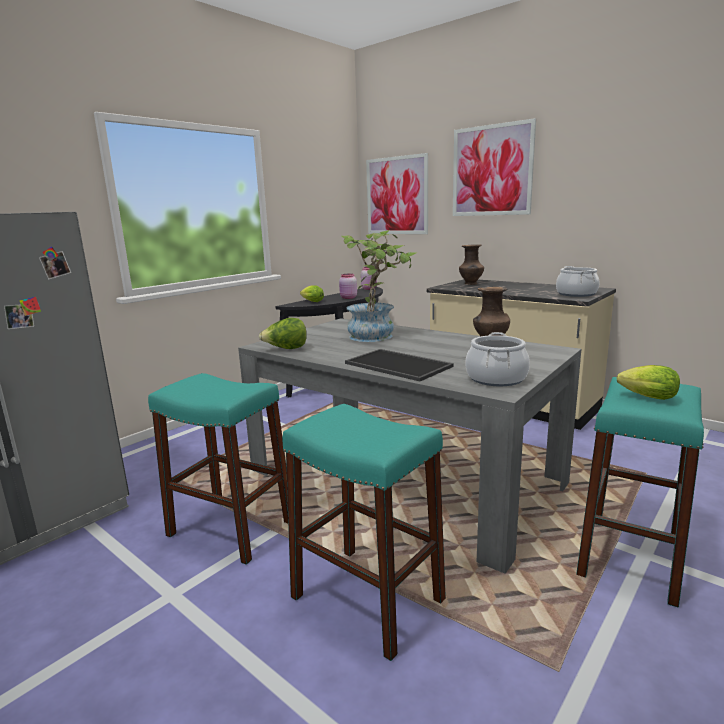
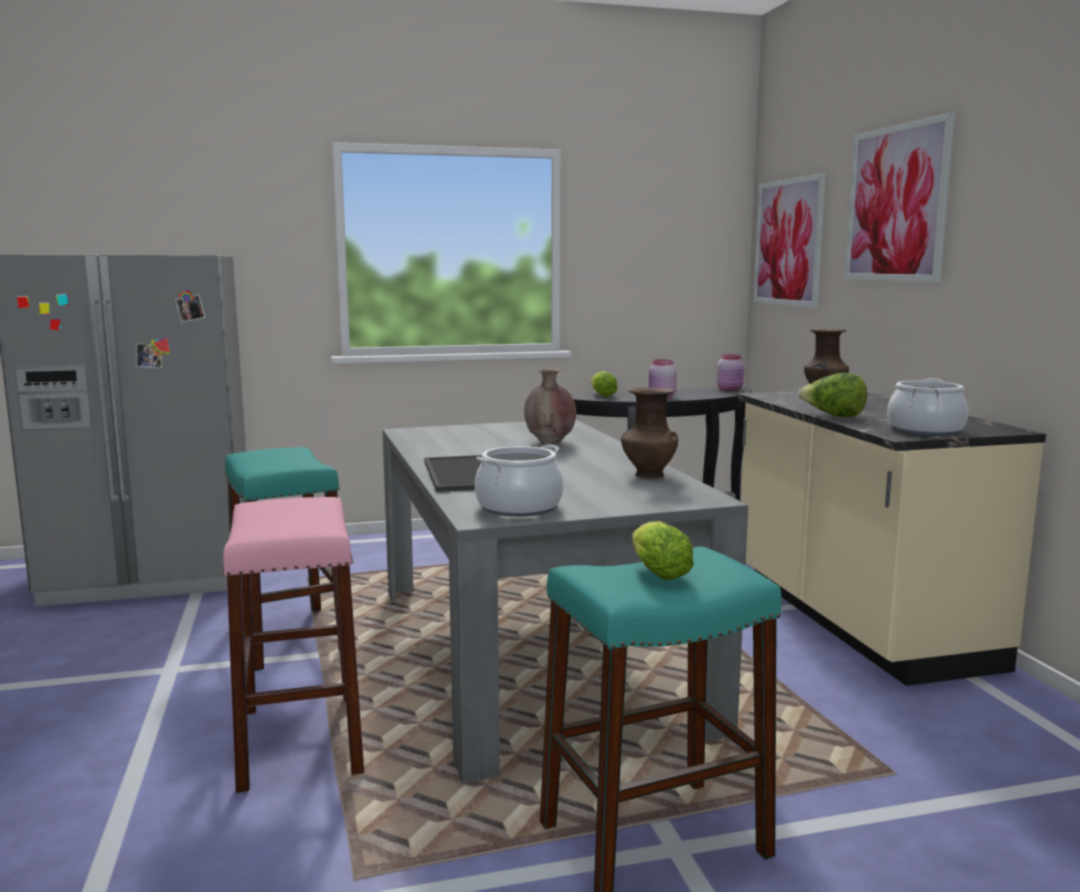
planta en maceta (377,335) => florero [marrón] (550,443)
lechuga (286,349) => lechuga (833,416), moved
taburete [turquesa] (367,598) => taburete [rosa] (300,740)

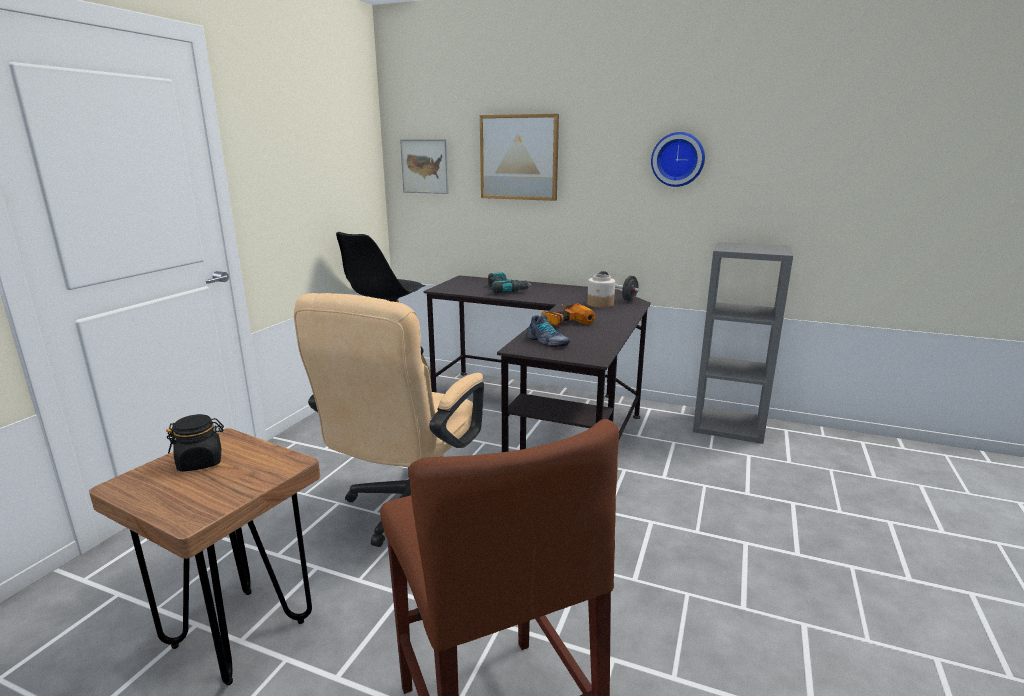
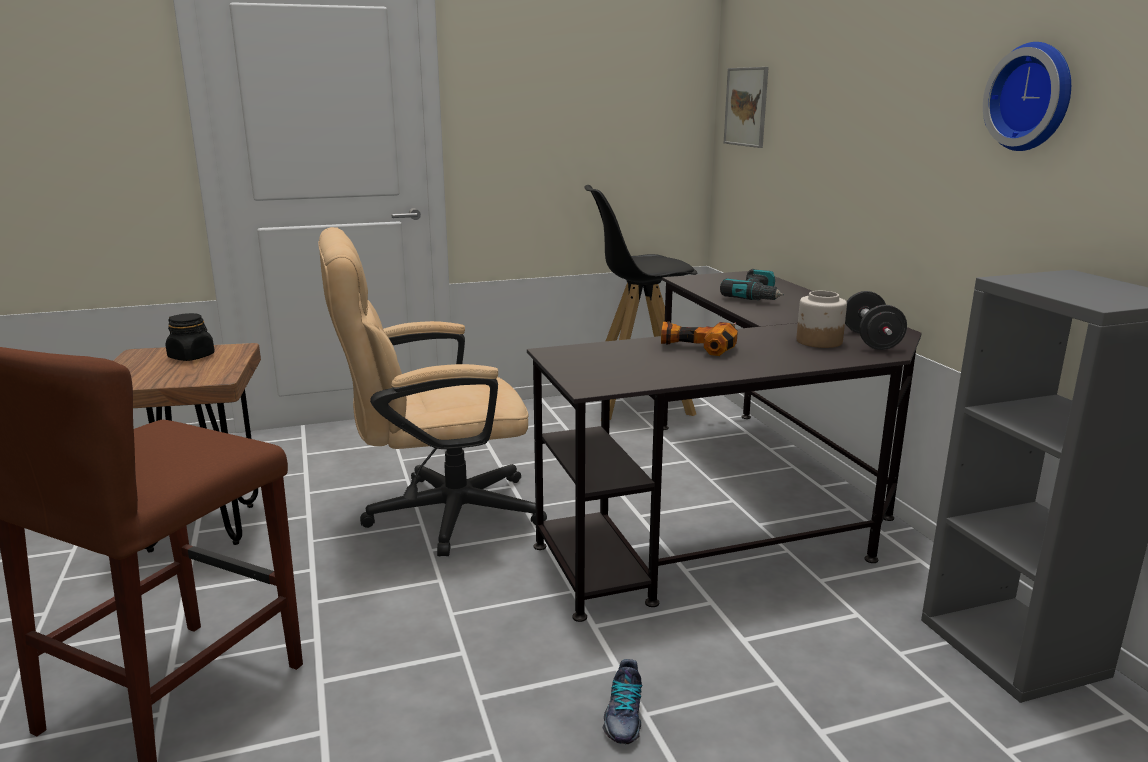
cuadro (519,157) => nothing
zapato (547,342) => zapato (623,716), moved

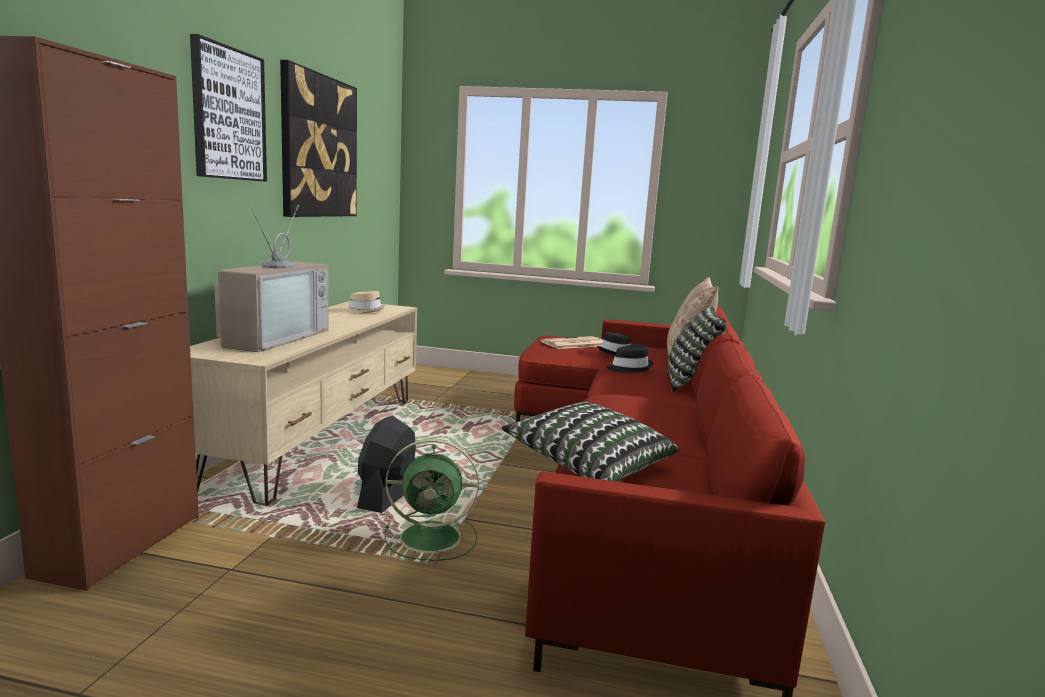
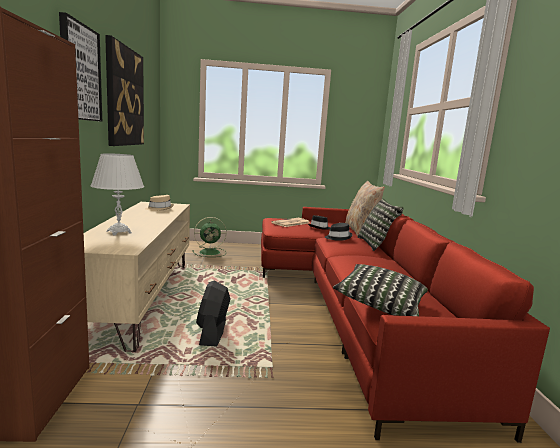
televisor (272,337) => lámpara de mesa [blanco] (119,232)
ventilador [verde] (433,537) => ventilador [verde] (210,252), moved

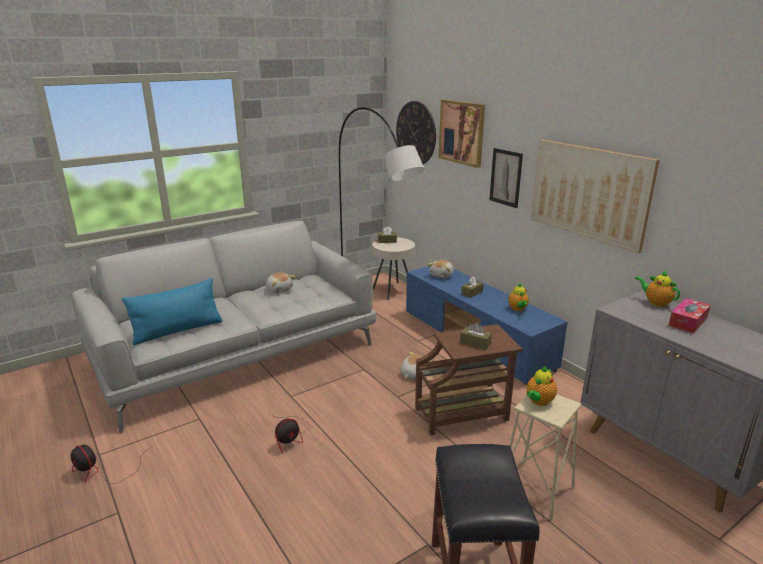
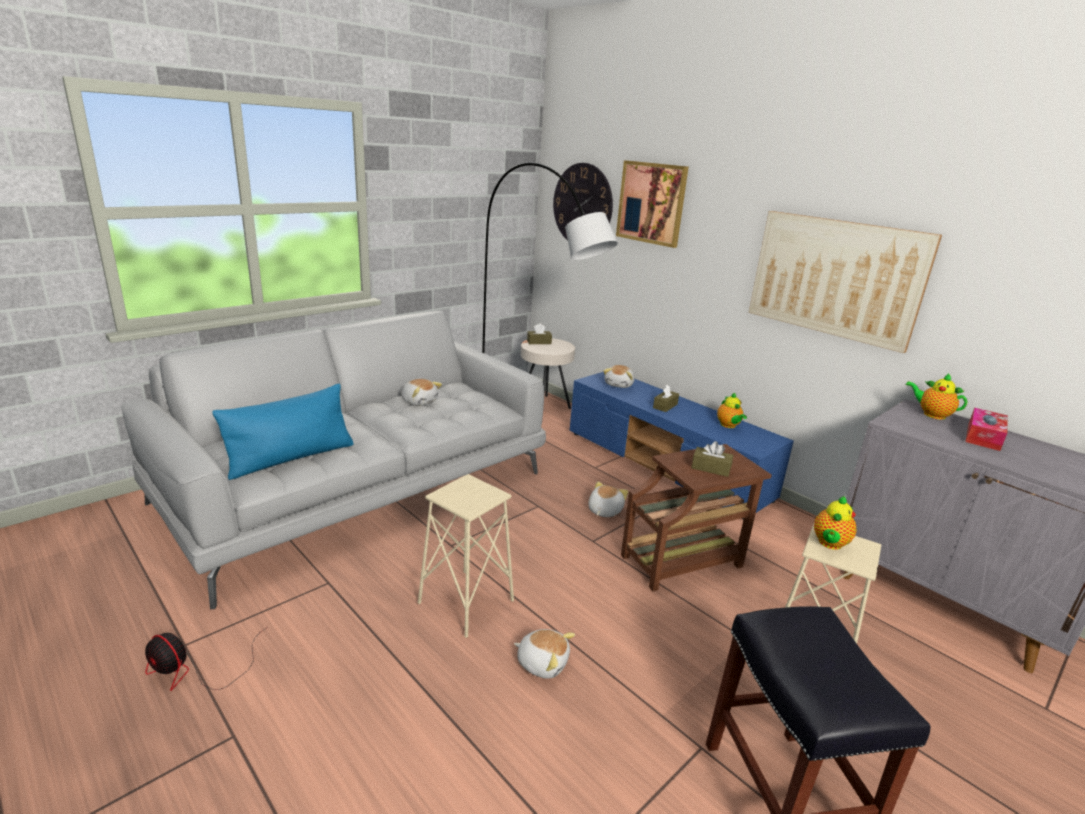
cuadro (506,177) => nothing
ventilador (290,436) => taburete [beis] (465,602)
nothing => peluche (542,662)

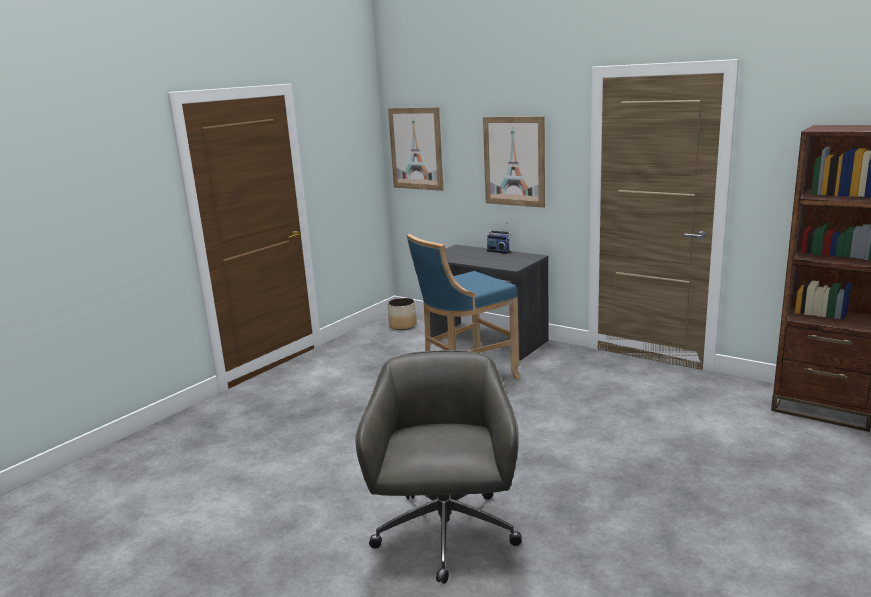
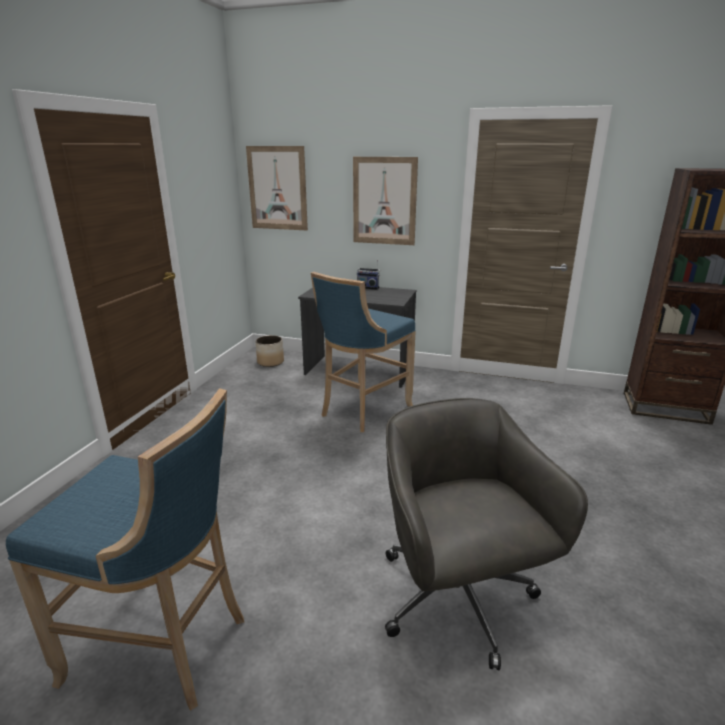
nothing => taburete [azul] (164,645)

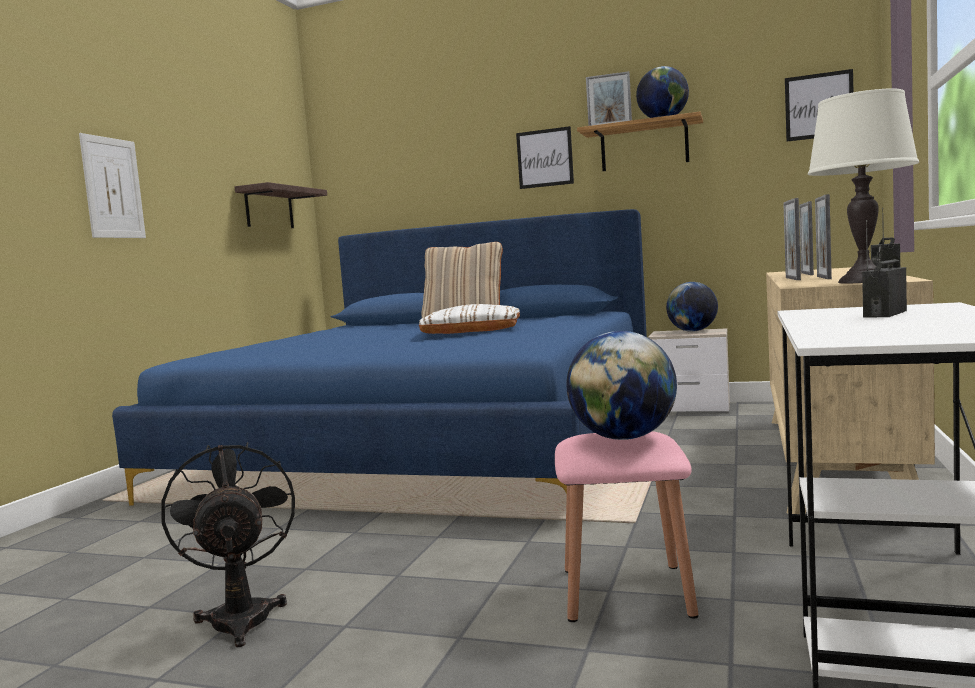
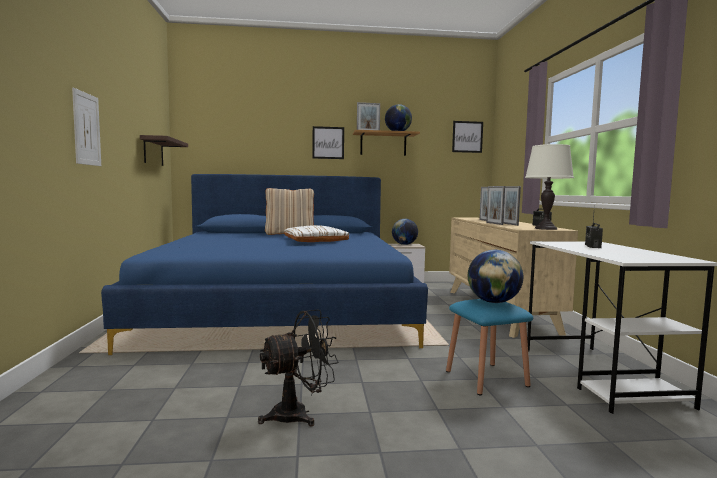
taburete [rosa] (626,591) => taburete [azul] (486,378)
ventilador [negro] (241,615) => ventilador [negro] (299,414), 105 degrees clockwise

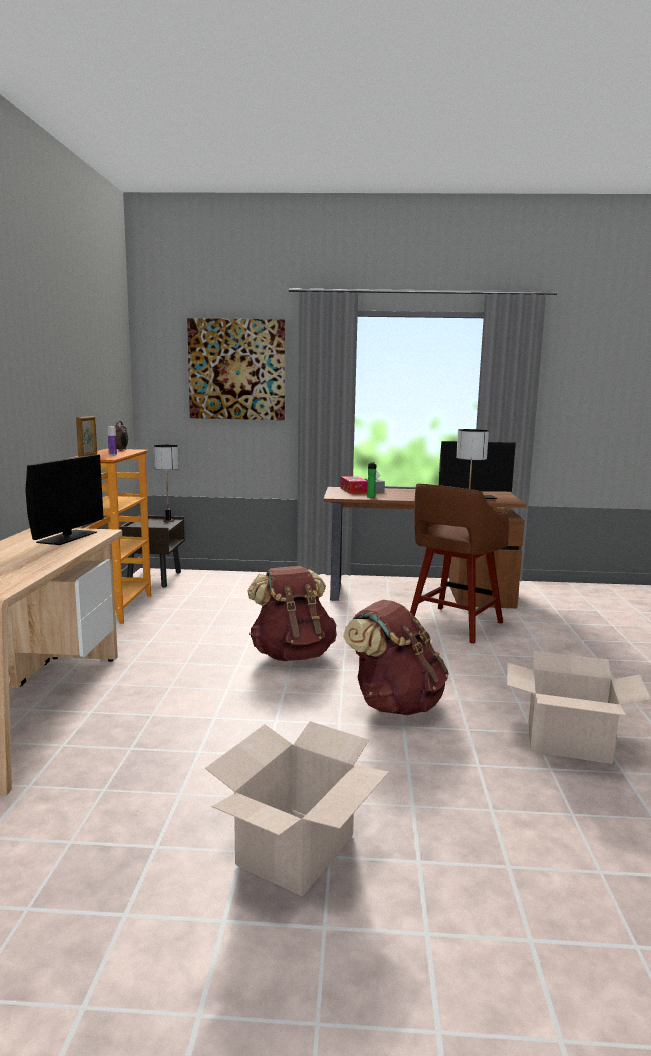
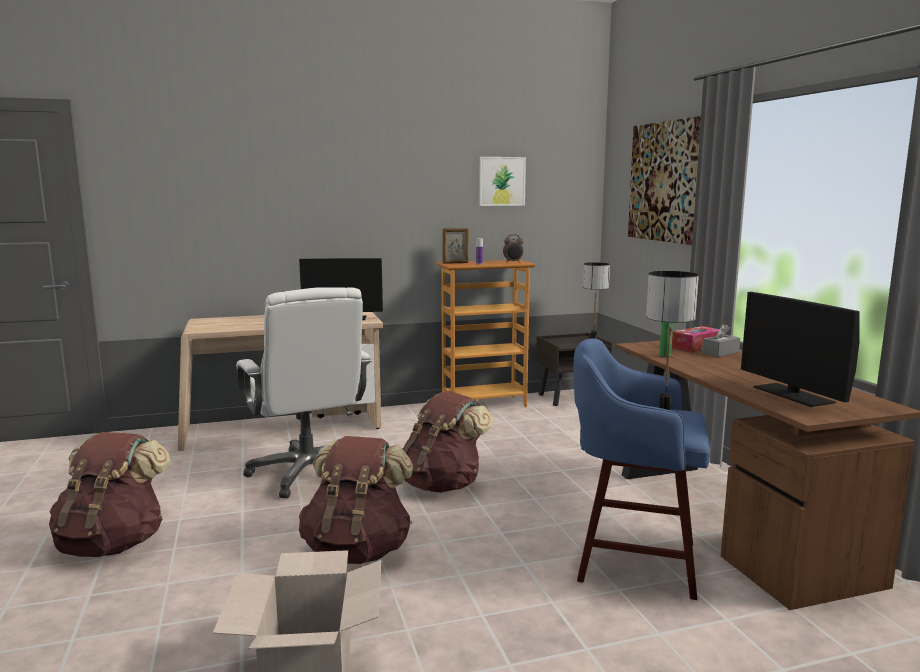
taburete [marrón] (453,625) => taburete [azul] (632,560)
caja de cartón (295,849) => mochila [marrón] (113,544)
nothing => cuadro (502,181)
nothing => silla de oficina [blanco] (308,473)

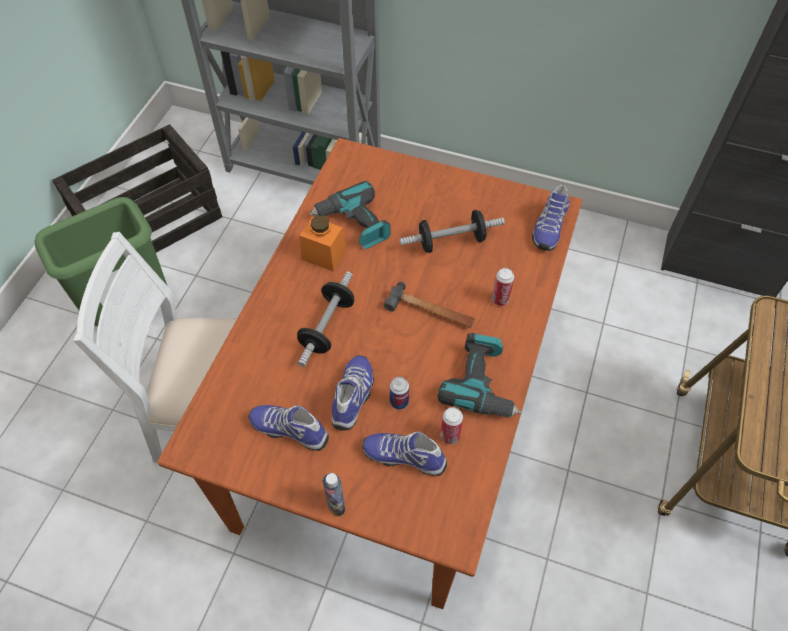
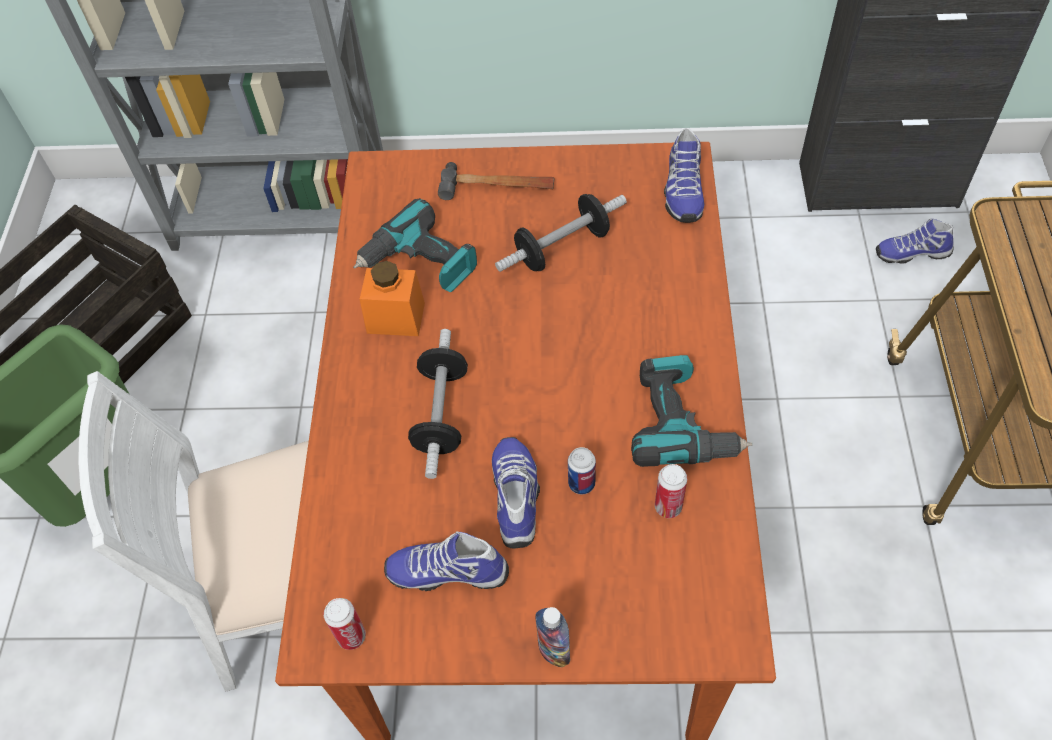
lata (500,299) => lata (351,636), moved
martillo (430,312) => martillo (497,187), moved
zapato (405,456) => zapato (912,252), moved

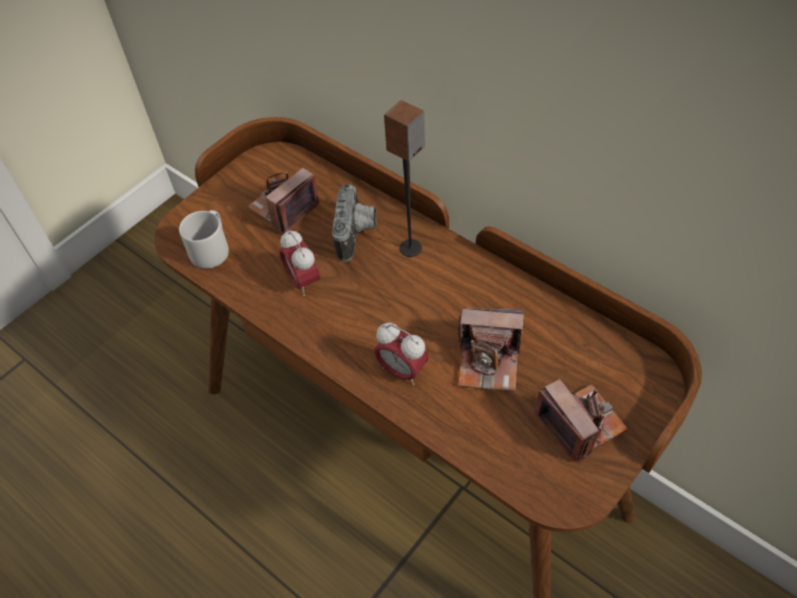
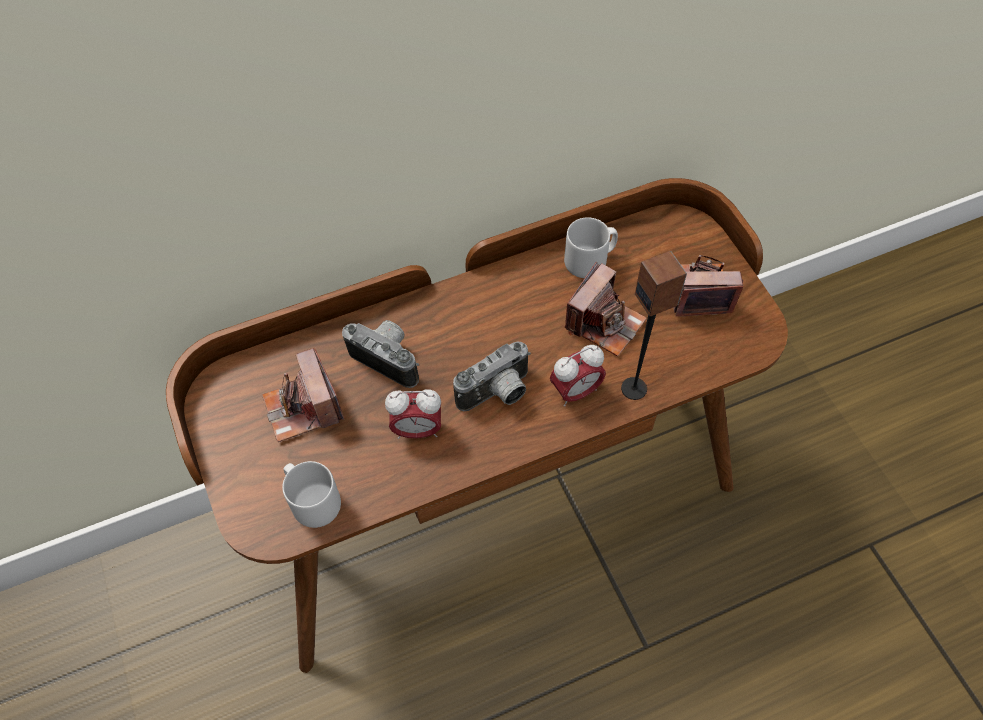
altavoz (411,248) => altavoz (634,388), moved
nothing => taza grande [gris] (590,260)
nothing => cámara (498,394)

